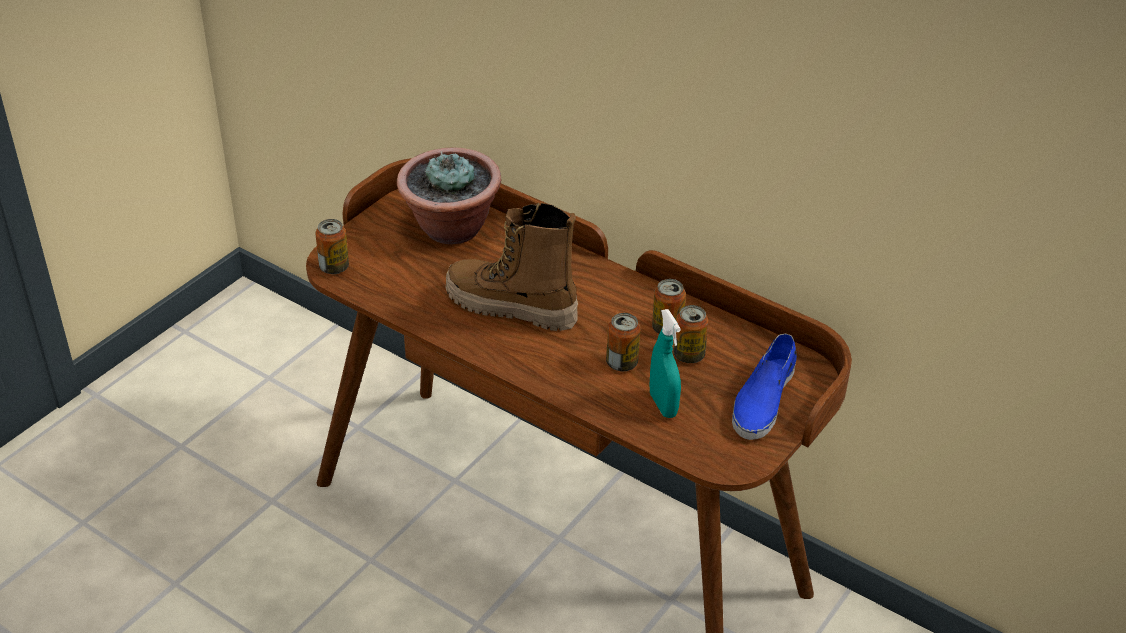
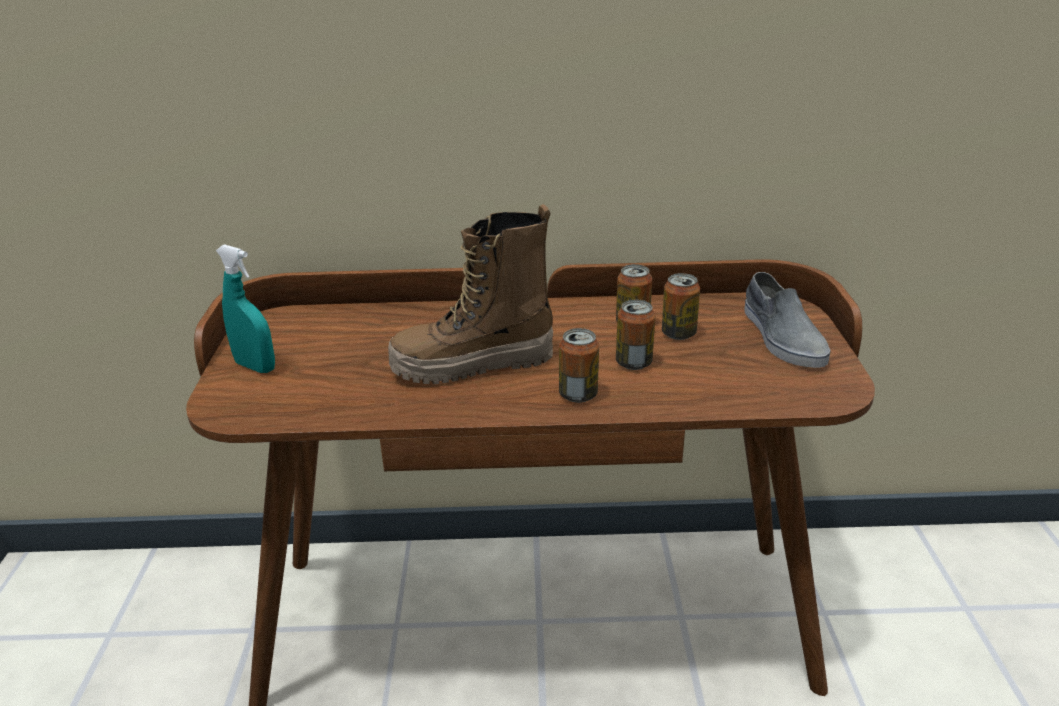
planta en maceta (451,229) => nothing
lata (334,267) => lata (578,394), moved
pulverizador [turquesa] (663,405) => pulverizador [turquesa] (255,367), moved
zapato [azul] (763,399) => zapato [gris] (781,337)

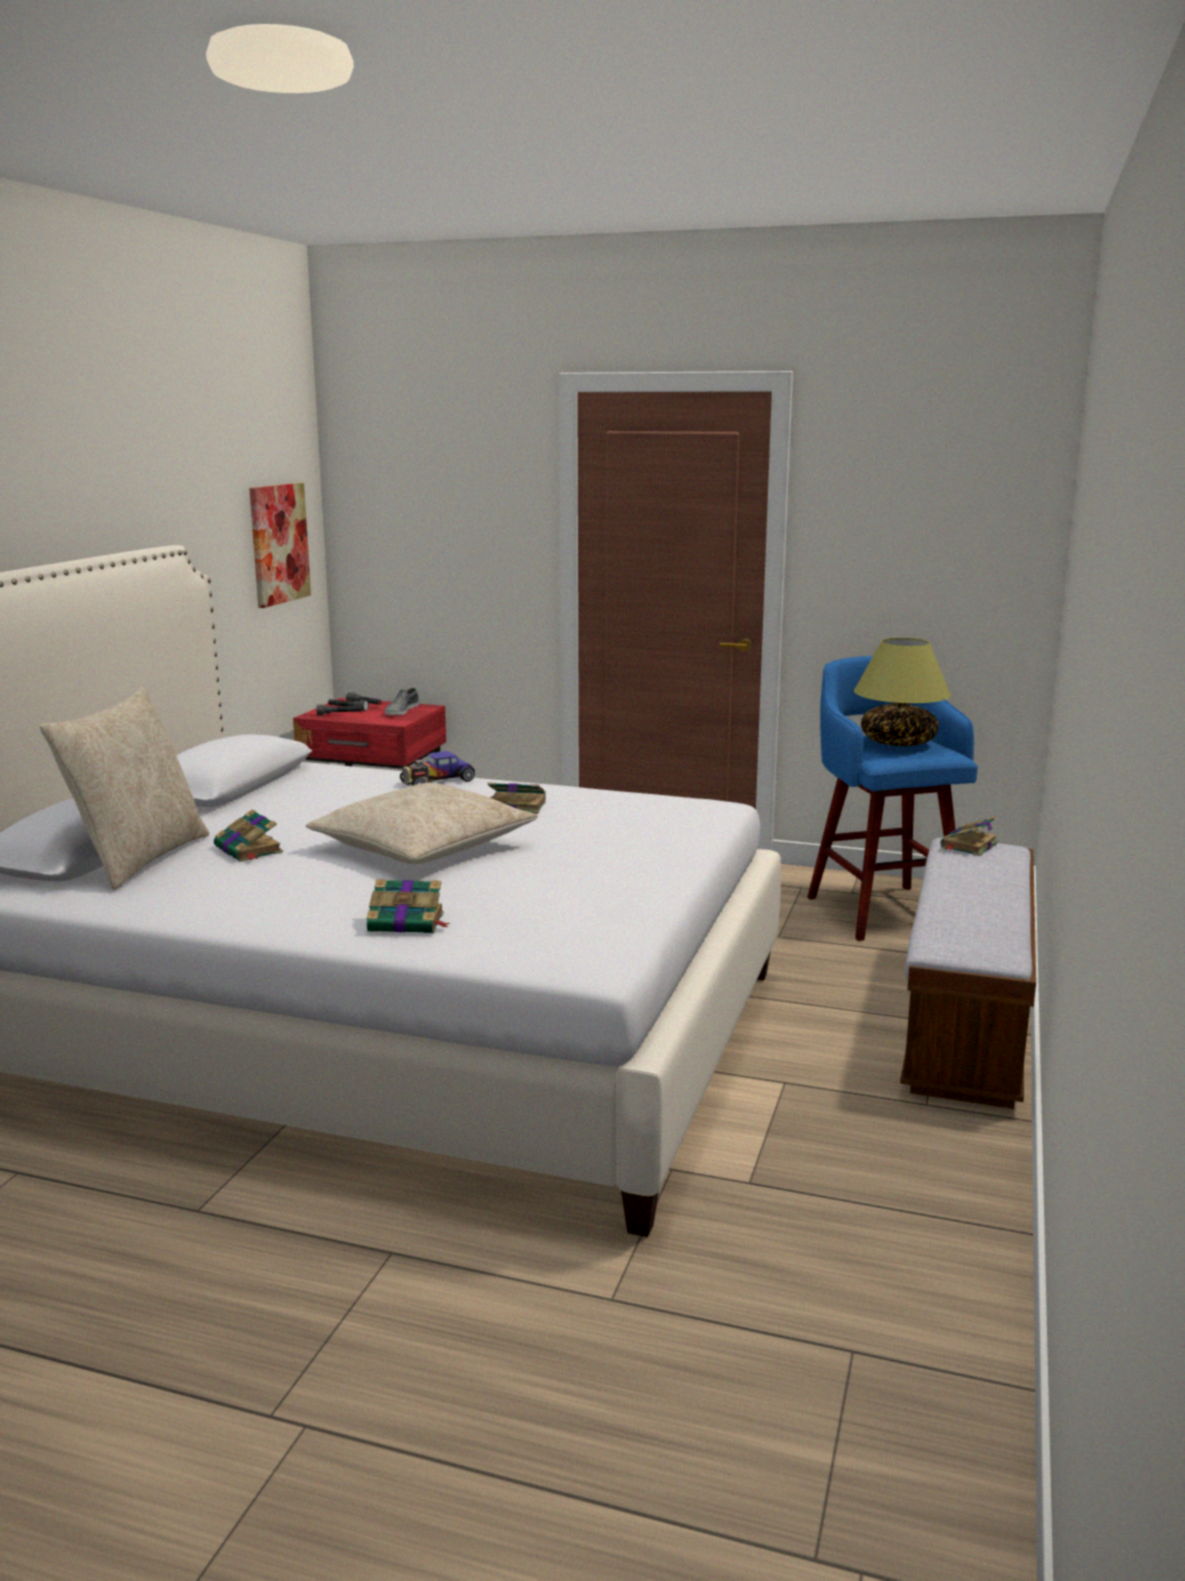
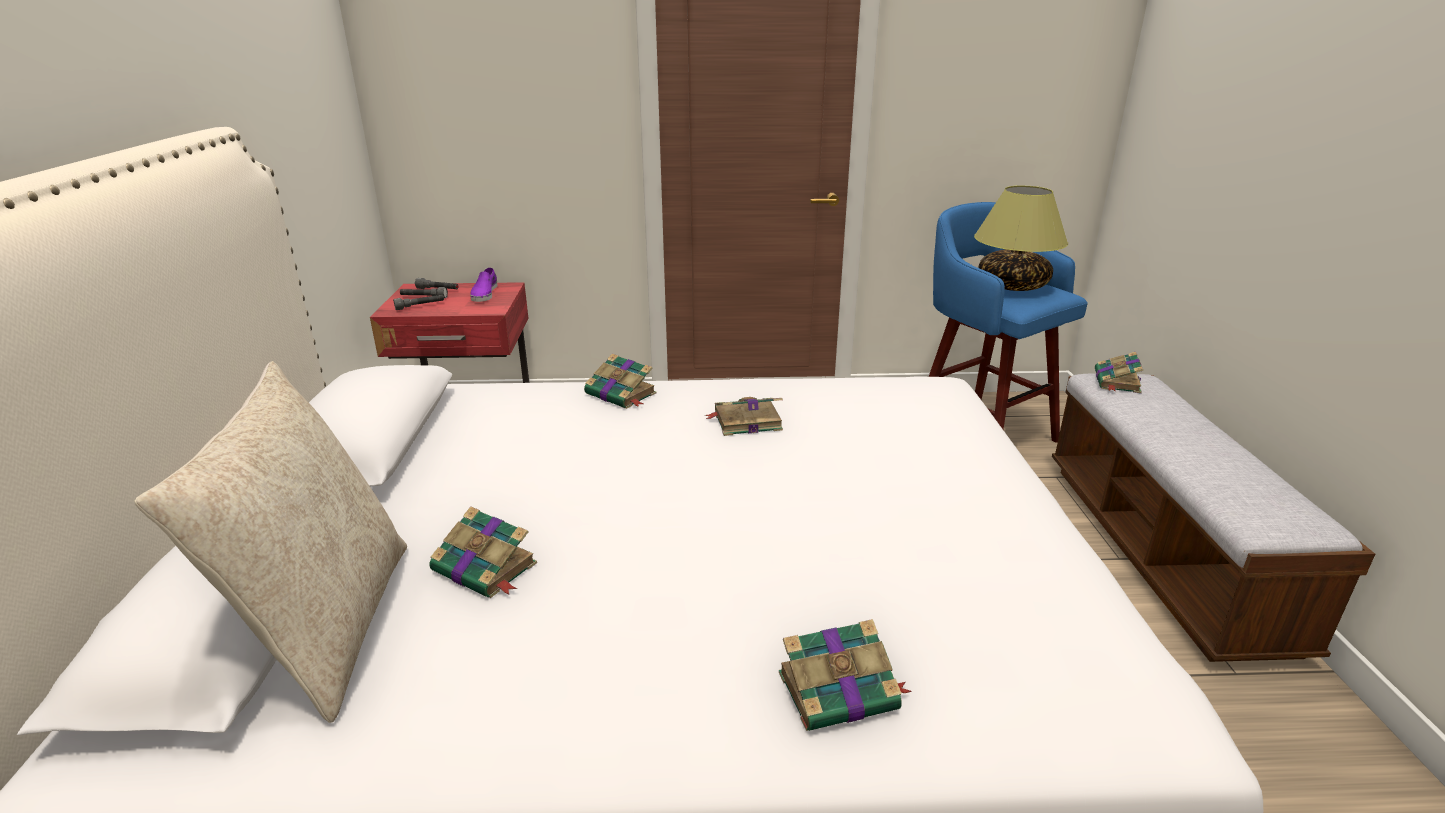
cuadro (278,544) => nothing
zapato [gris] (401,710) => zapato [morado] (484,293)
coche de juguete (437,781) => libro (622,394)
cojín [beis] (423,846) => nothing

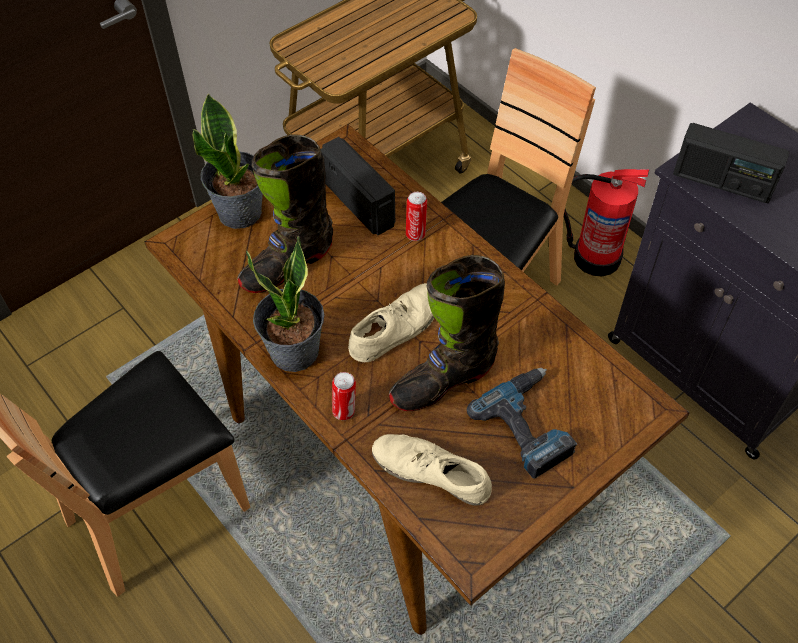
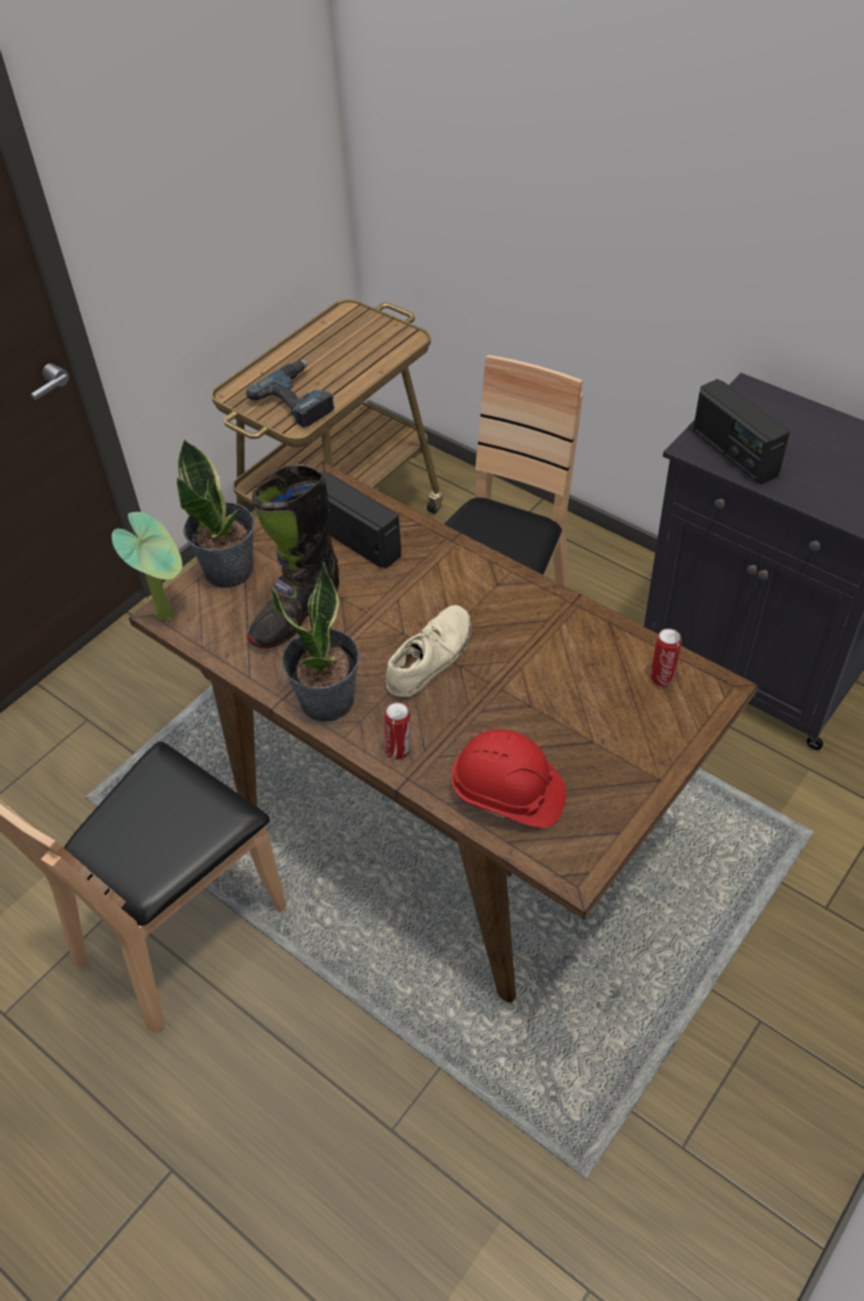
radio (722,182) => radio (734,453), 45 degrees clockwise
extintor (595,257) => nothing
lata (416,233) => lata (662,677), moved
bota [negro] (443,381) => nothing
taladro (530,425) => taladro (299,399), moved
zapato [beis] (431,472) => casco [rojo] (508,794)
nothing => planta en maceta (169,612)

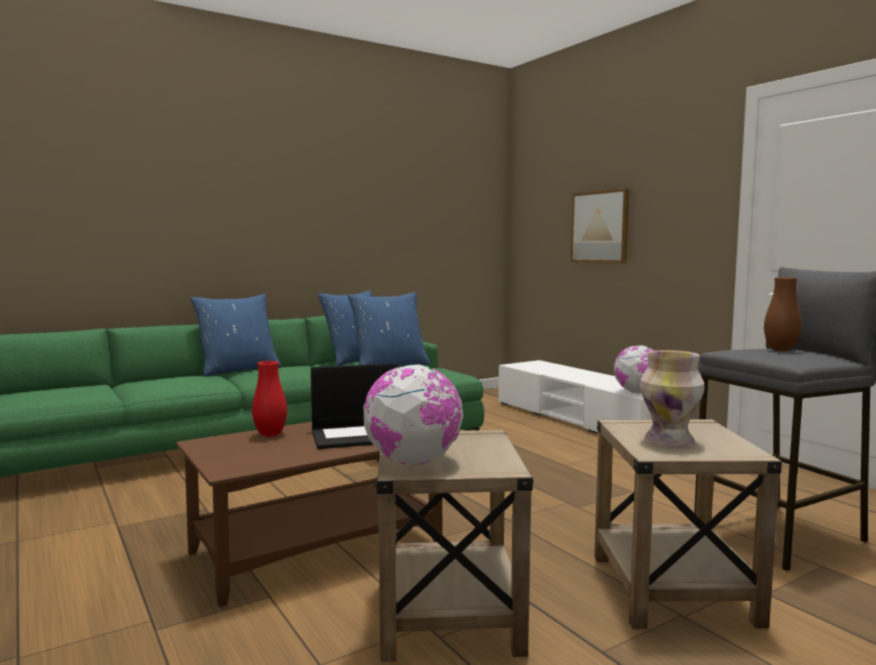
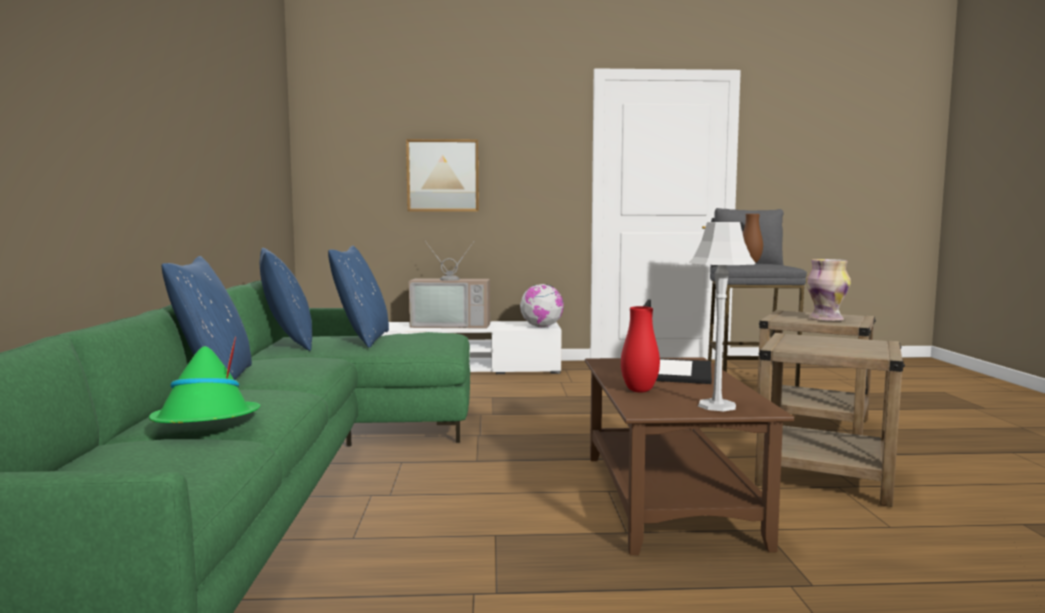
globo terráqueo (414,462) => nothing
nothing => lámpara de mesa [gris] (717,406)
nothing => televisor (452,325)
nothing => sombrero [verde] (206,422)

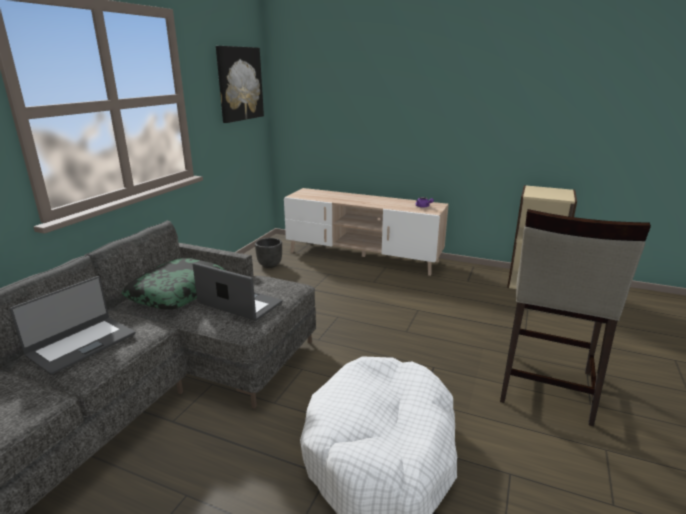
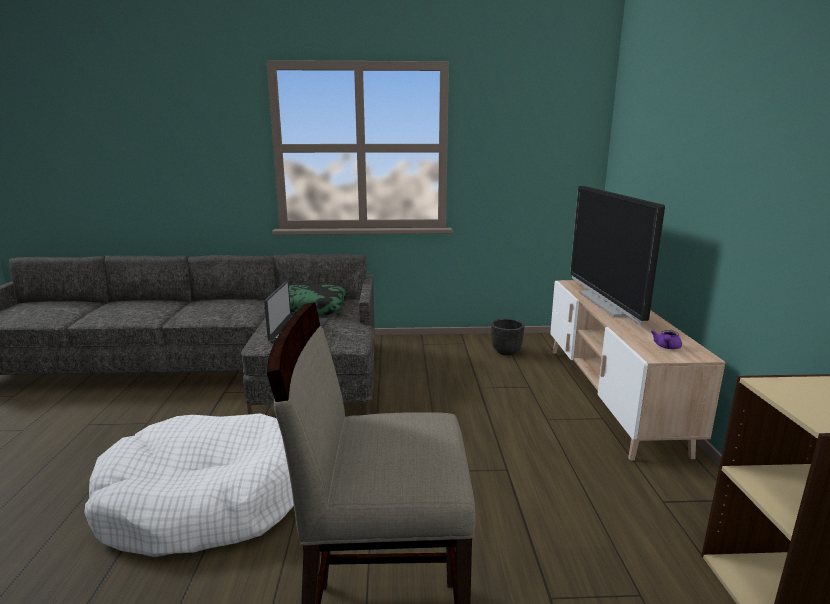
cuadro (239,84) => nothing
portátil (81,344) => nothing
nothing => televisor (607,303)

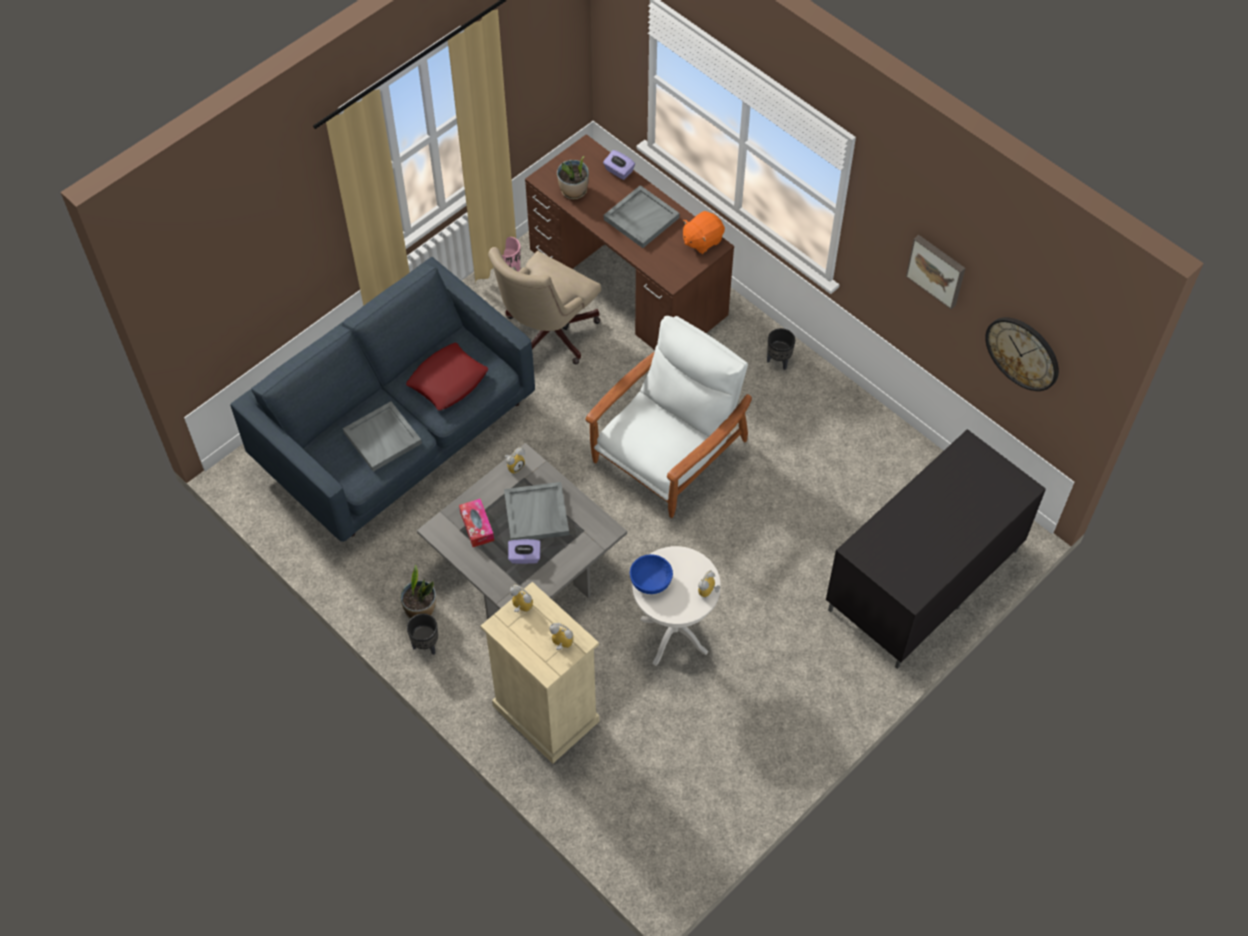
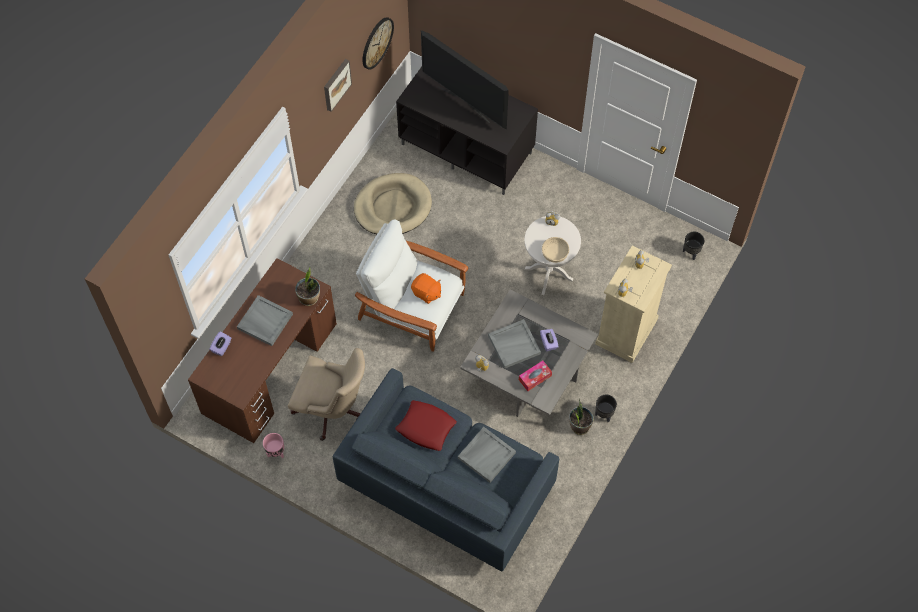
planta en maceta (573,191) => planta en maceta (309,298), moved
peluche [naranja] (702,240) => peluche [naranja] (426,293), moved
maceta [negro] (779,361) => maceta [negro] (691,252), moved
cuenco [azul] (651,581) => cuenco [beis] (555,253)
nothing => televisor (464,104)
nothing => cama para perro [beis] (392,207)

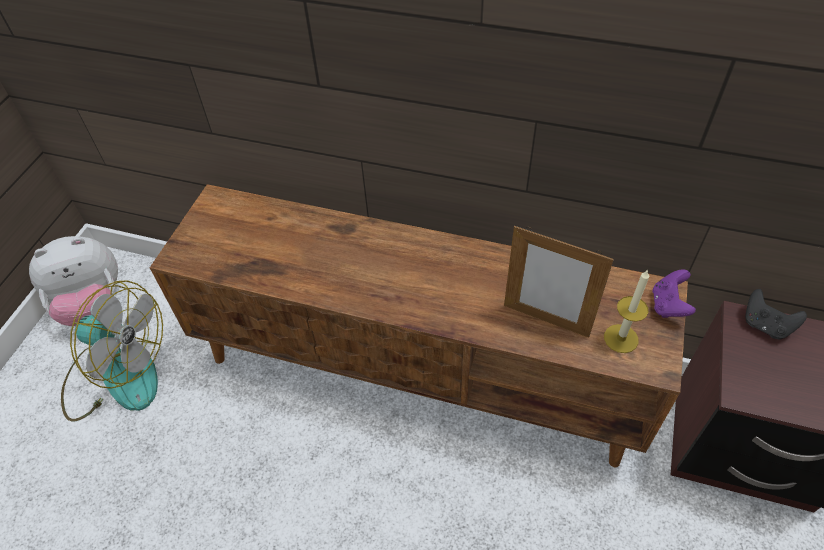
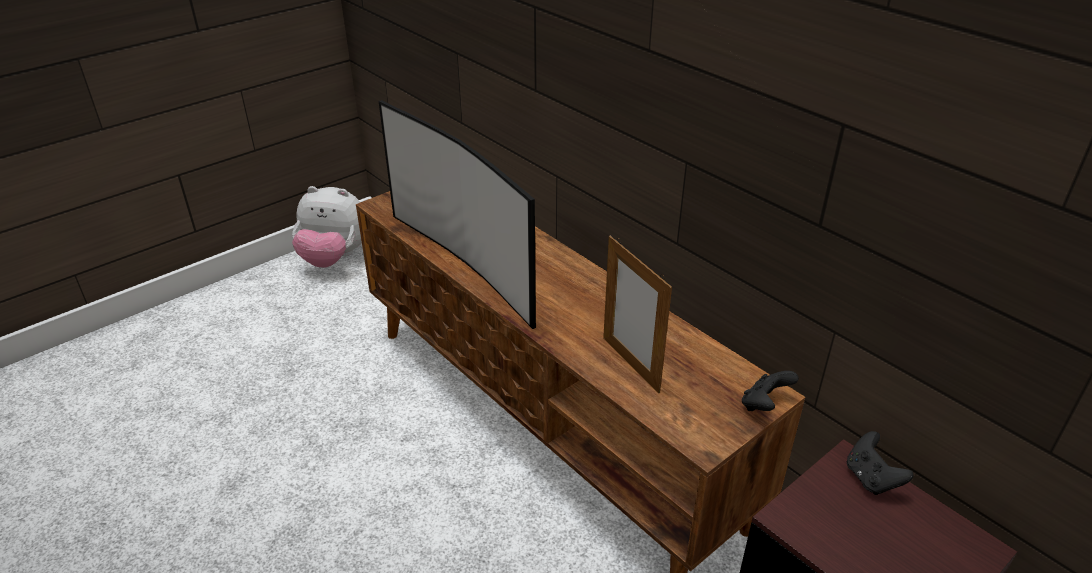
vela (621,338) => nothing
mando de consola [morado] (668,305) => mando de consola [negro] (764,405)
ventilador (118,374) => nothing
nothing => televisor (466,263)

